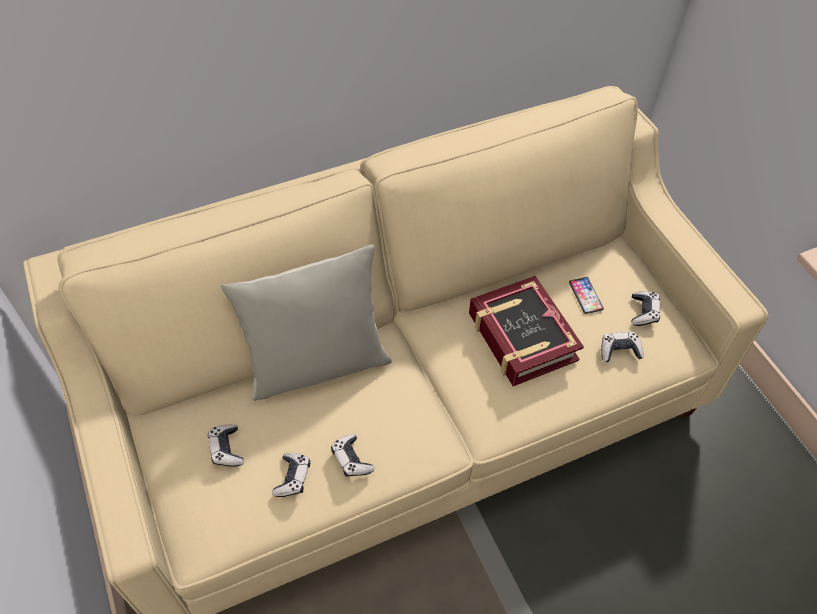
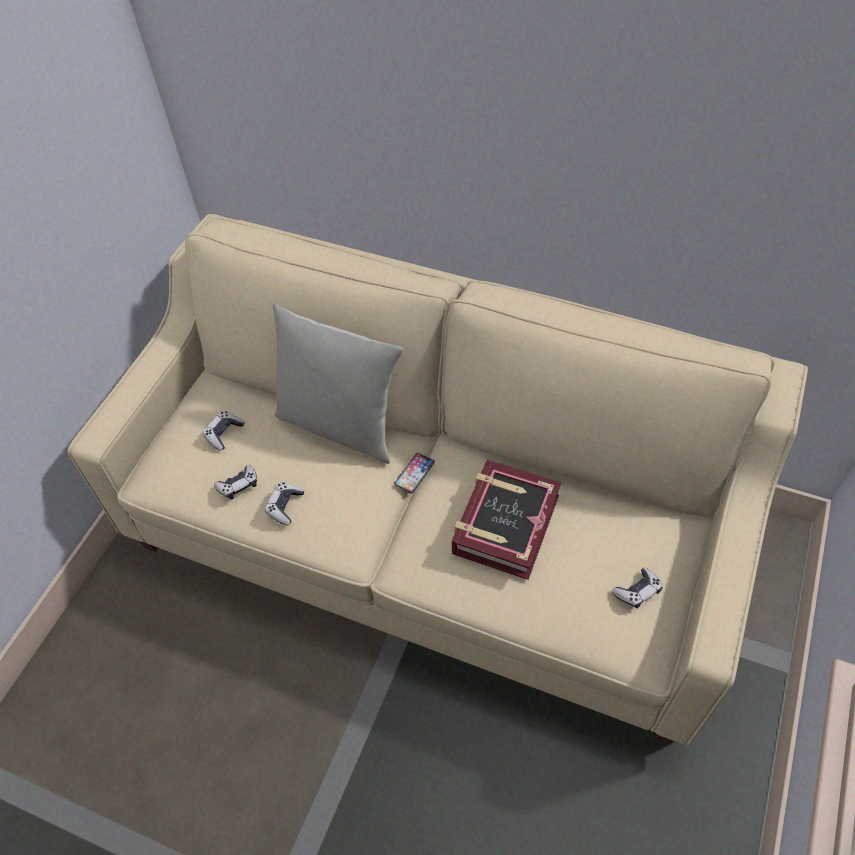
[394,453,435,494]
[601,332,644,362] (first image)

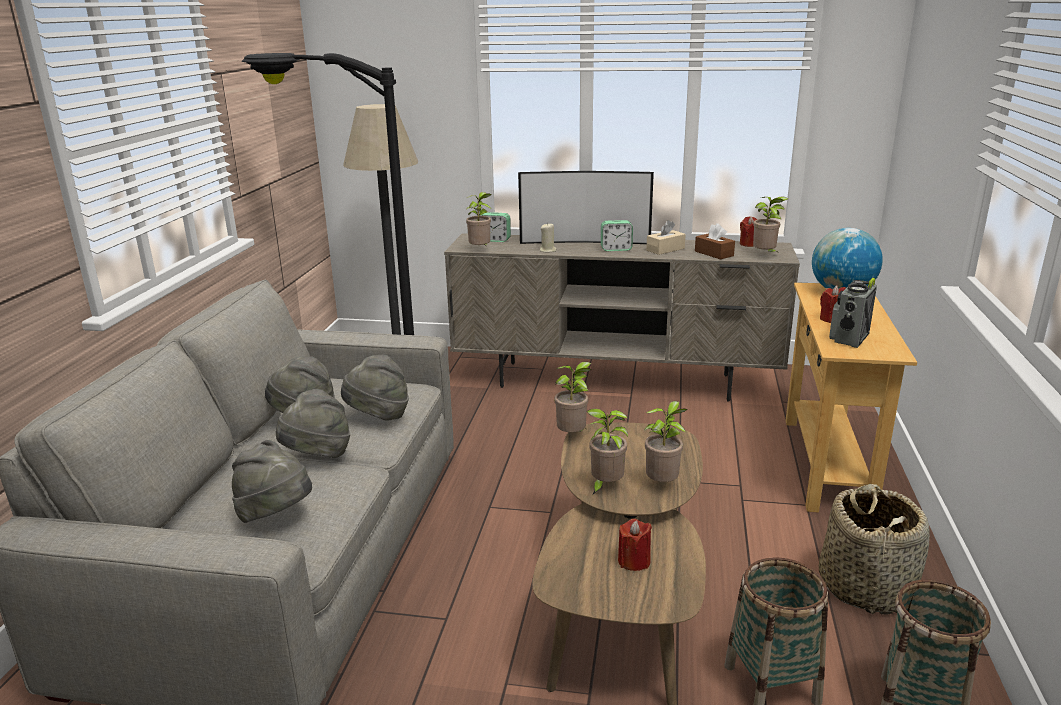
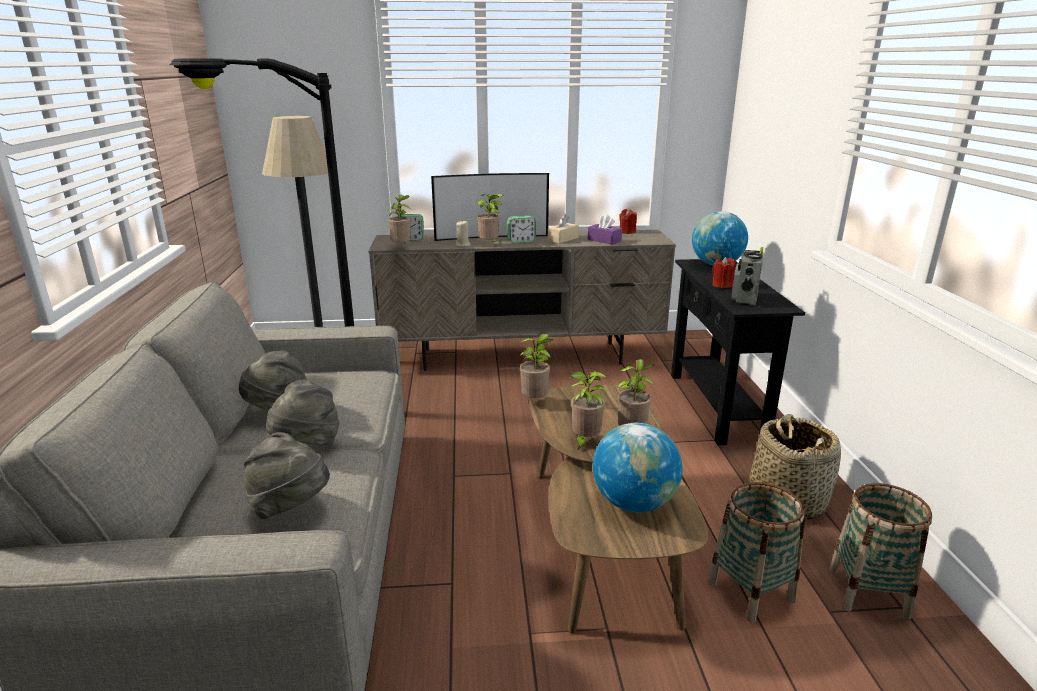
[341,355,409,421] (first image)
[593,423,683,512]
[588,214,622,245]
[477,194,504,242]
[671,259,805,445]

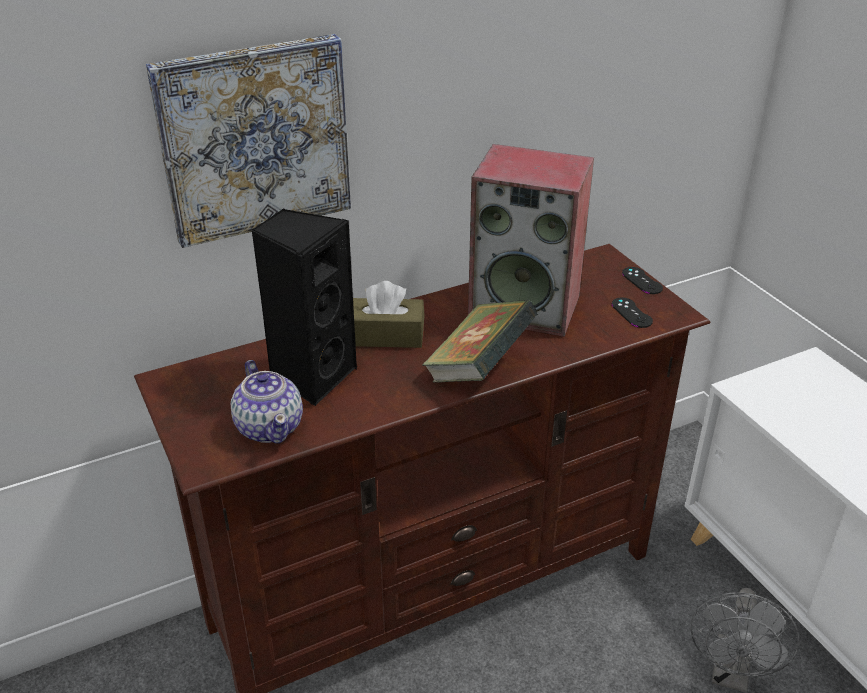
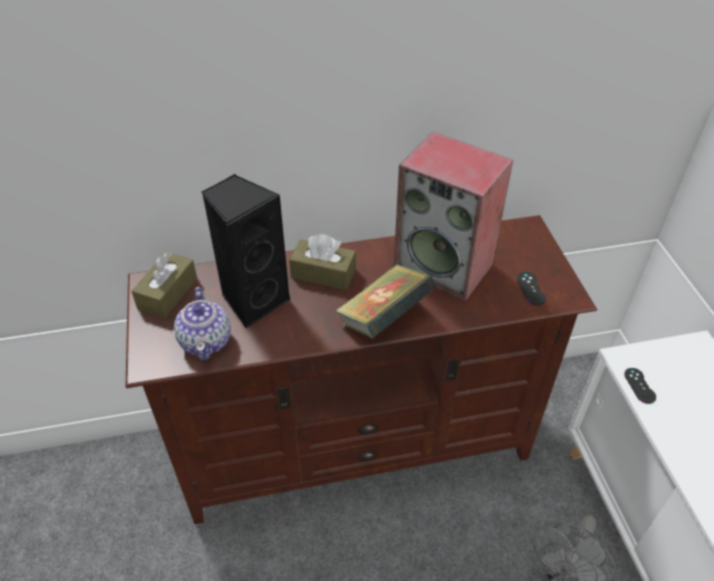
[146,34,351,248] (first image)
[624,368,656,404]
[131,252,197,318]

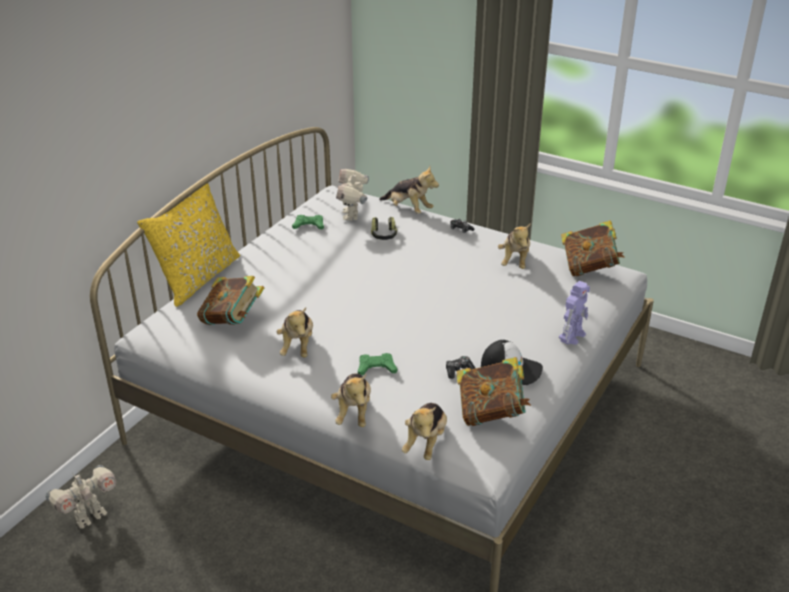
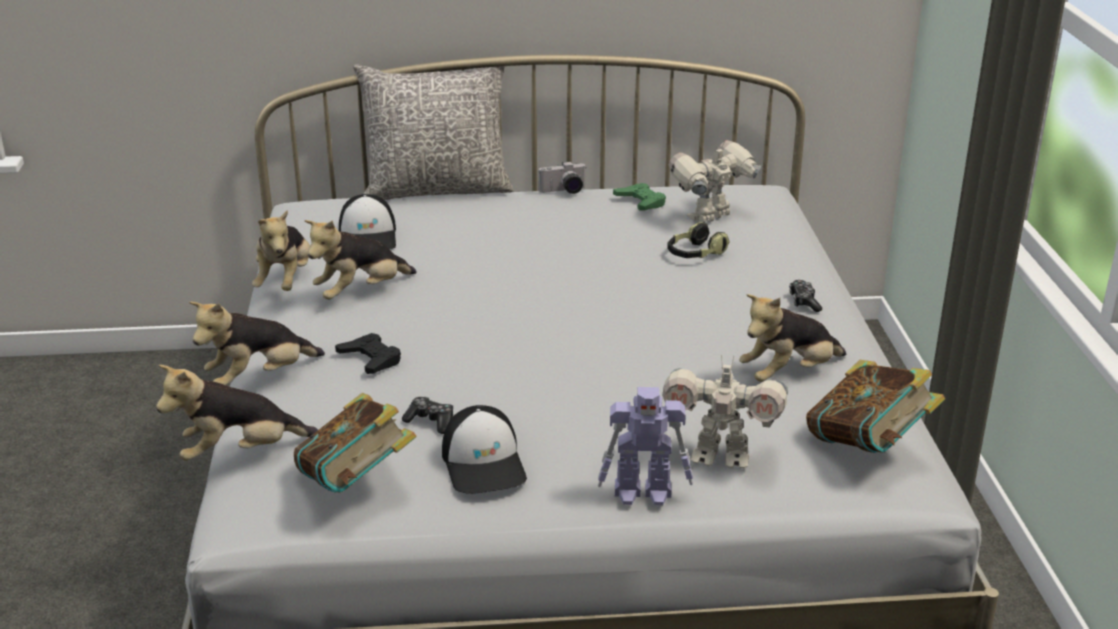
[663,355,788,468]
[353,64,514,200]
[339,194,396,249]
[335,333,401,374]
[252,210,310,291]
[539,161,587,194]

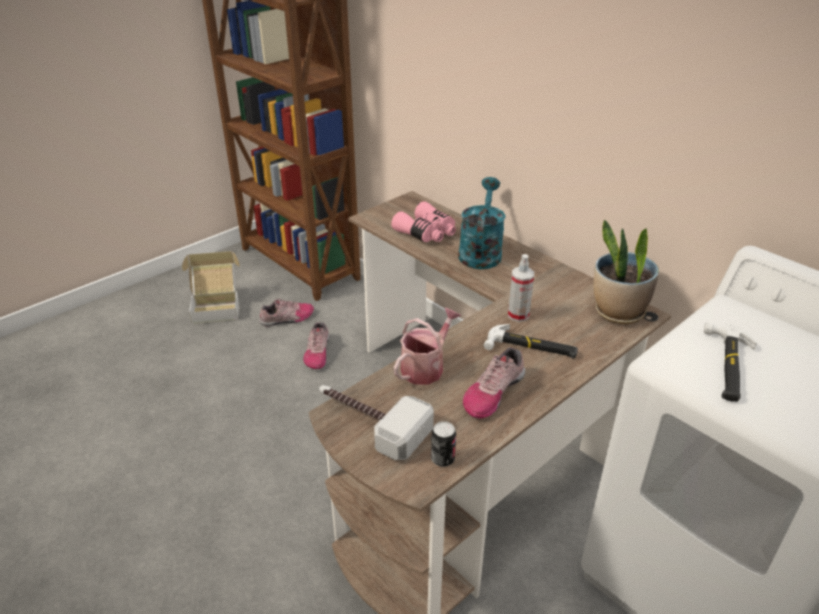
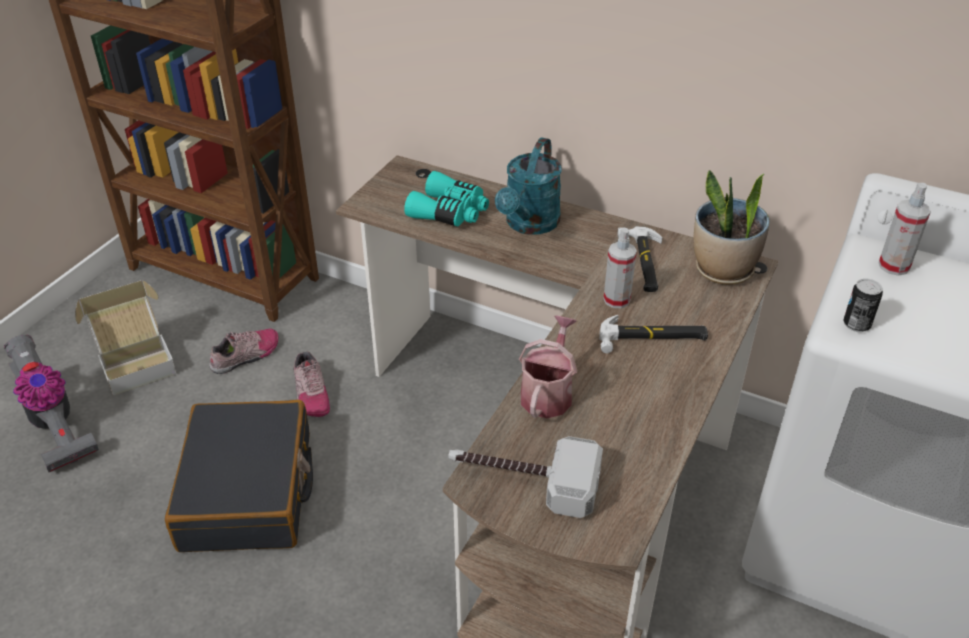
[404,171,489,227]
[843,279,883,332]
[495,137,562,235]
[463,347,525,419] (first image)
[618,226,662,292]
[4,335,99,472]
[165,400,313,552]
[878,183,931,276]

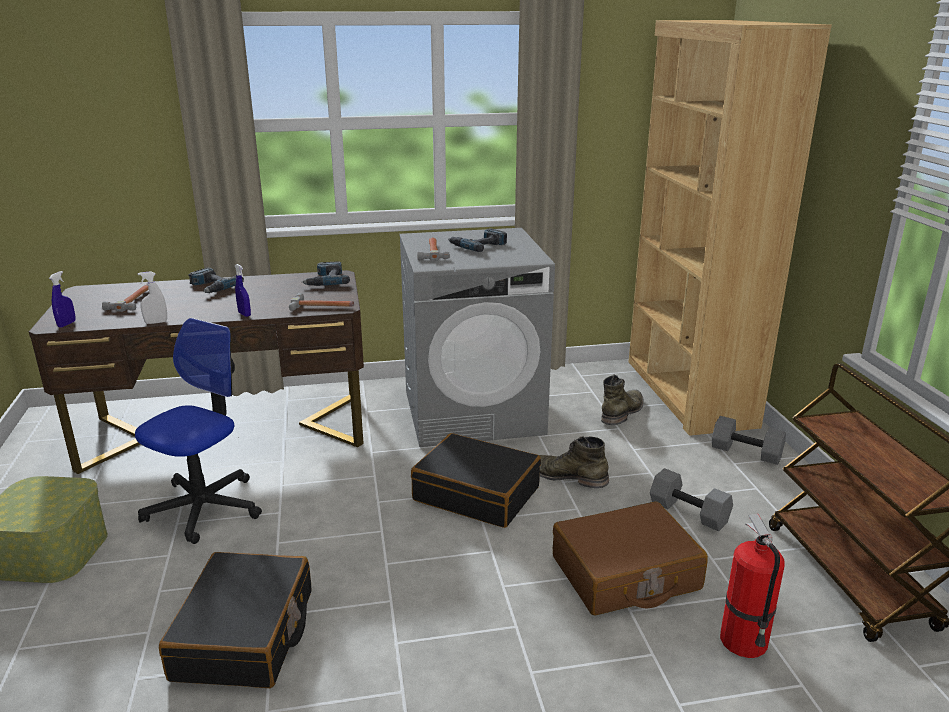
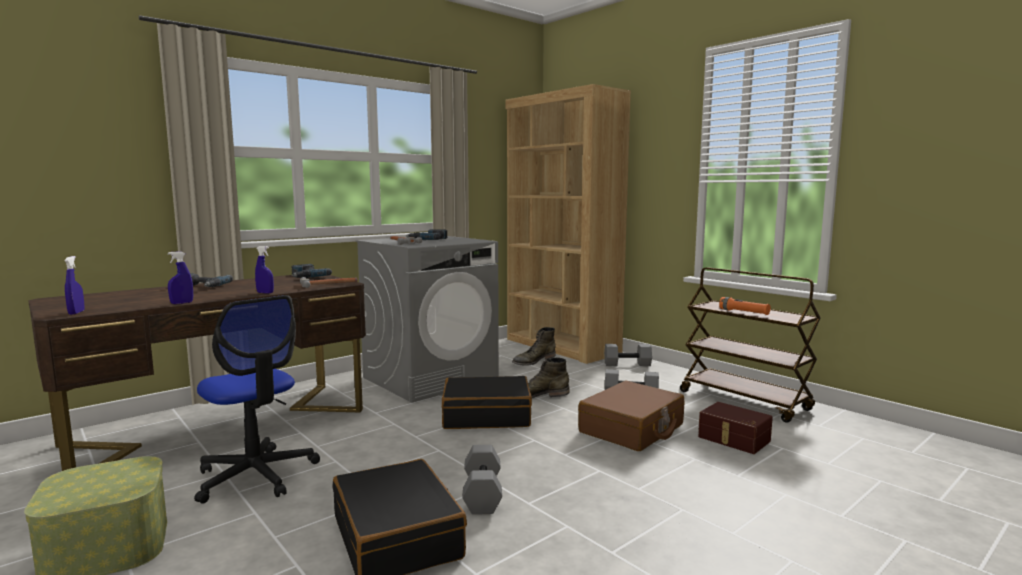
[102,285,149,312] (first image)
[194,295,320,504]
[168,251,193,304]
[512,327,556,366]
[698,402,773,454]
[462,445,502,514]
[719,297,771,315]

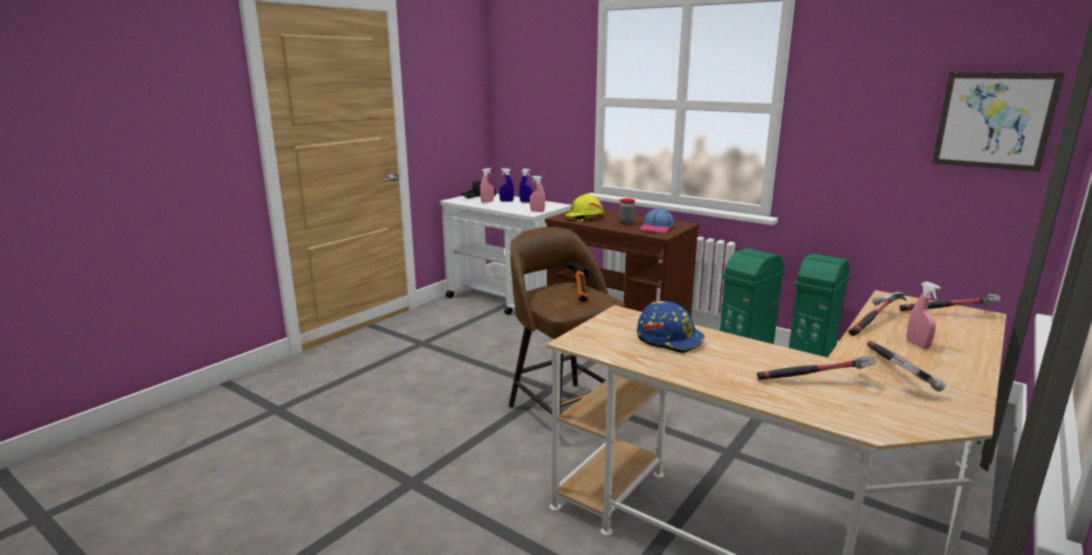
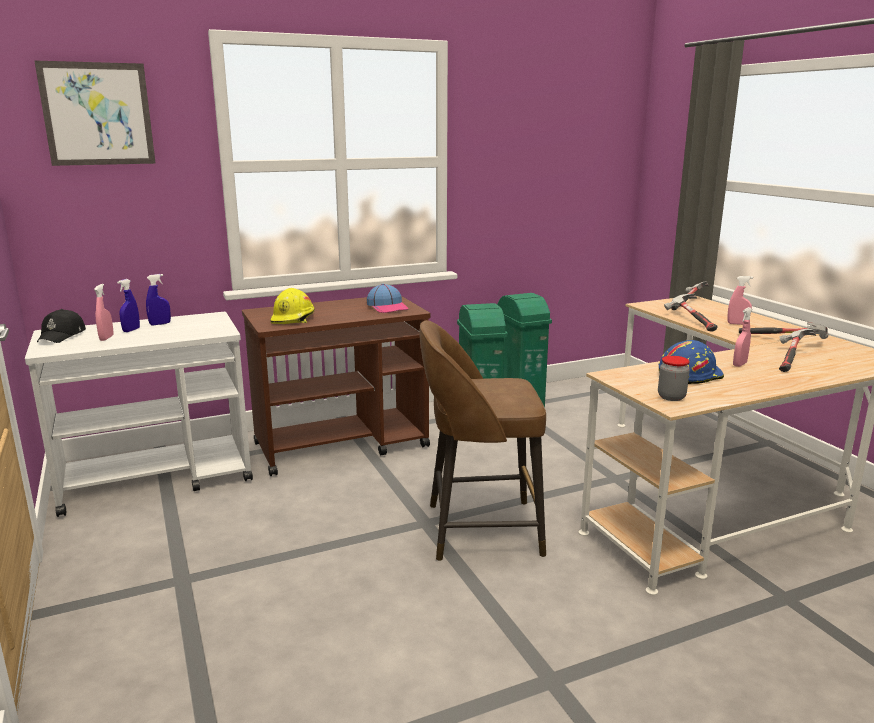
[733,307,752,367]
[566,261,595,302] (first image)
[658,356,690,401]
[34,60,156,166]

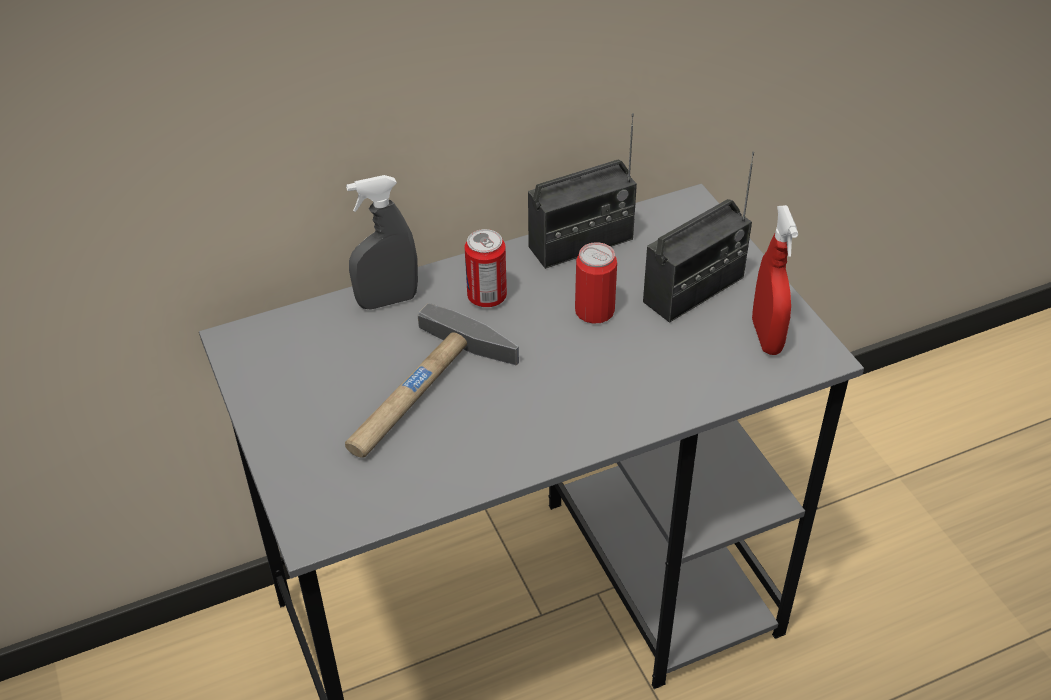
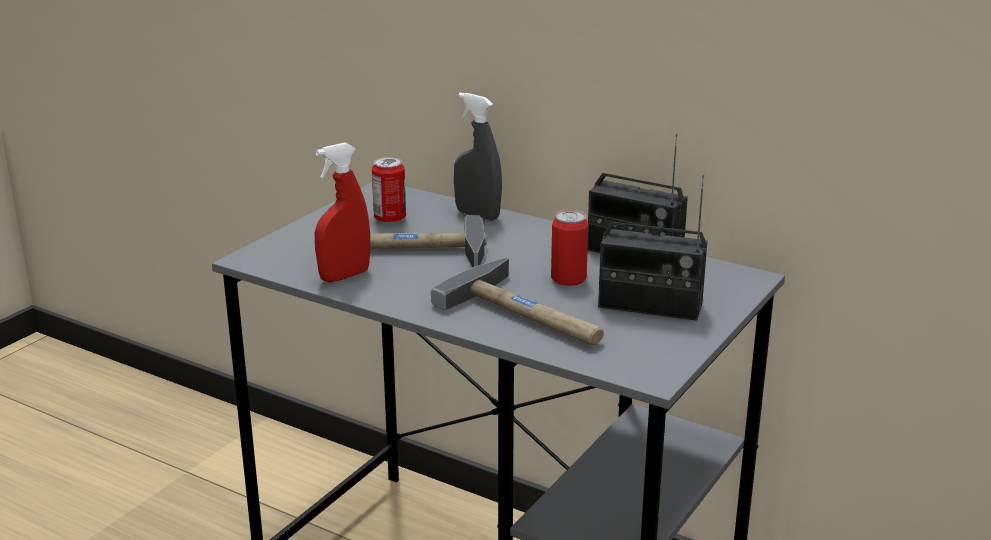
[372,157,406,224]
[315,142,370,282]
[431,257,604,345]

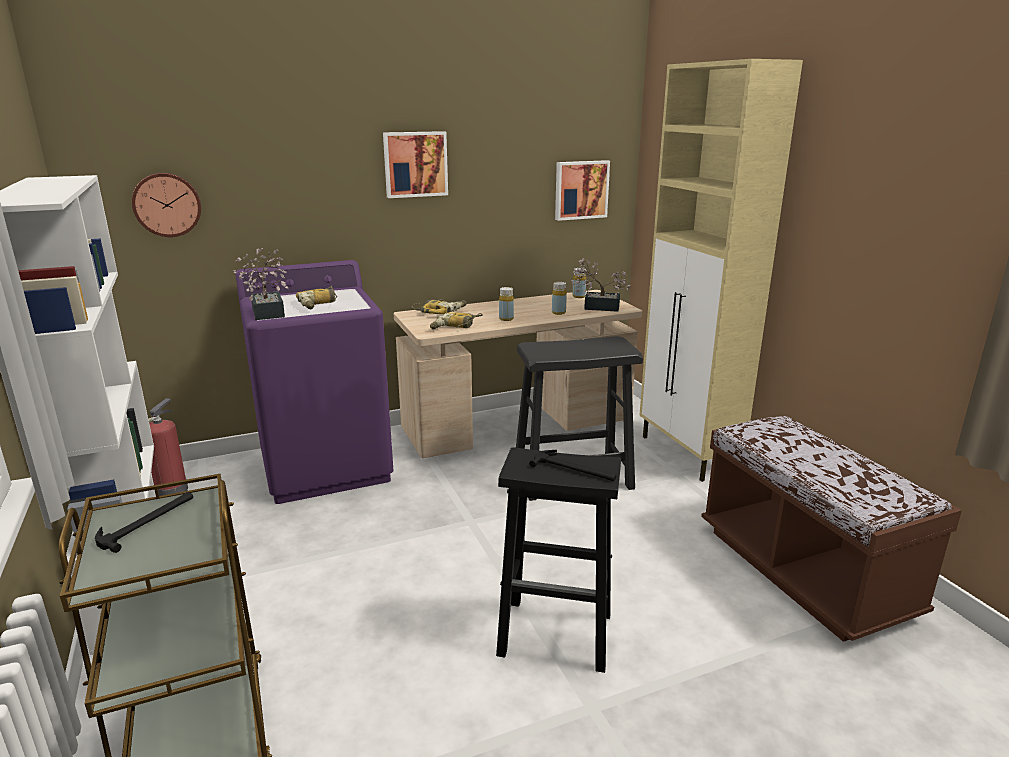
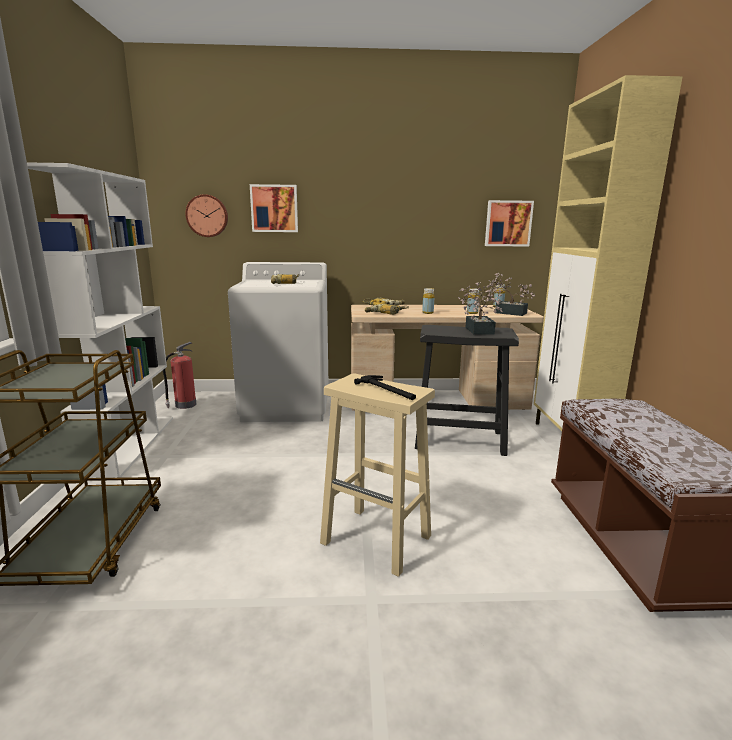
[95,492,193,553] (first image)
[458,282,503,334]
[228,262,328,422]
[250,184,298,232]
[320,373,435,577]

